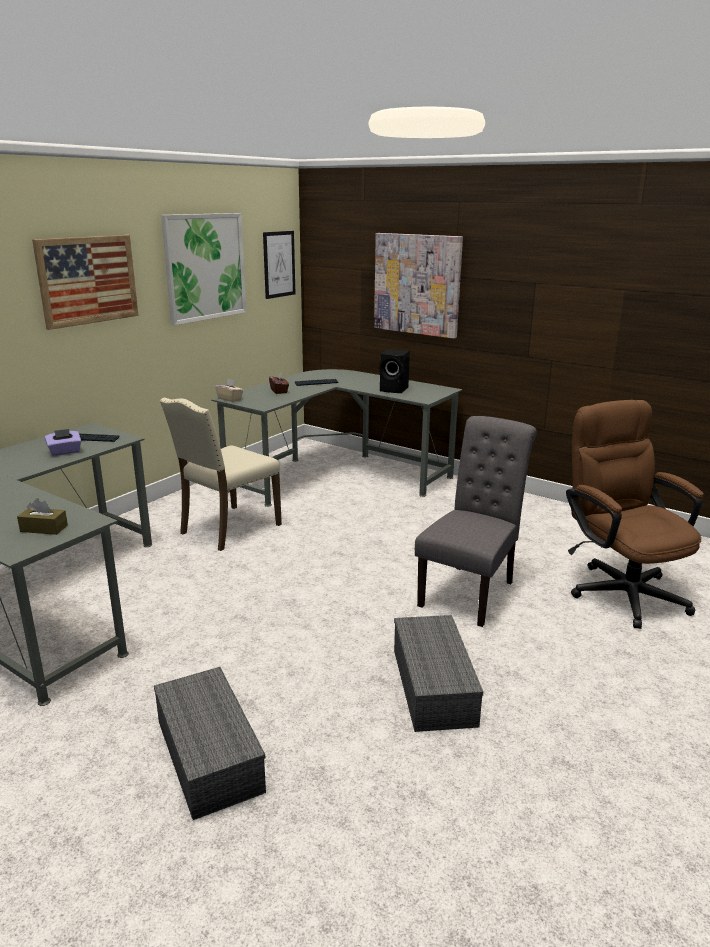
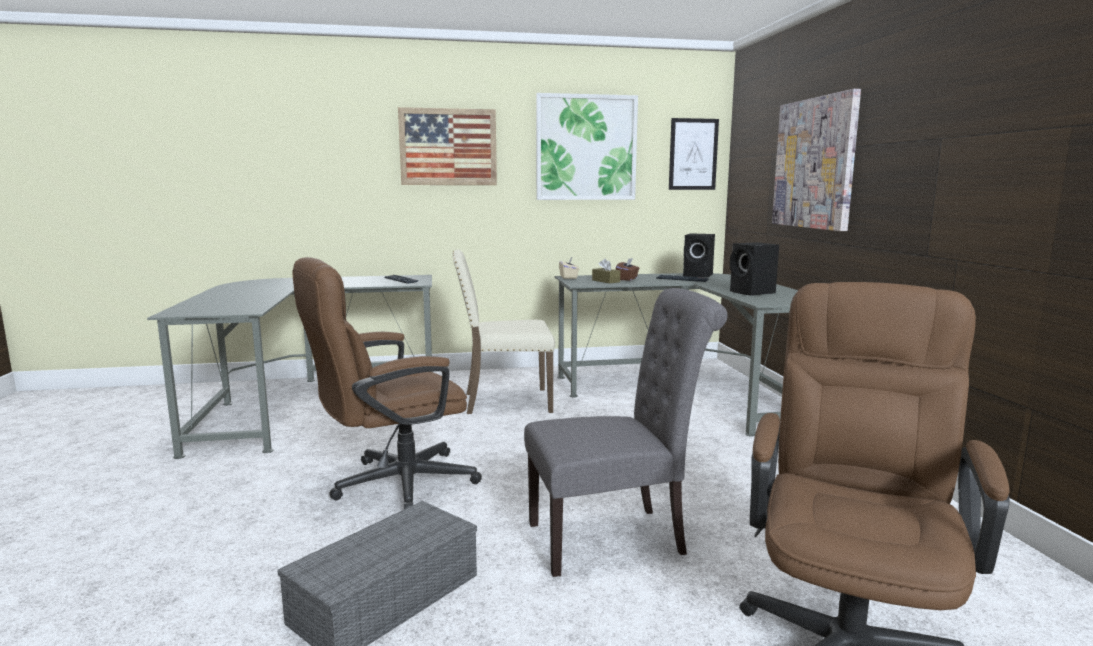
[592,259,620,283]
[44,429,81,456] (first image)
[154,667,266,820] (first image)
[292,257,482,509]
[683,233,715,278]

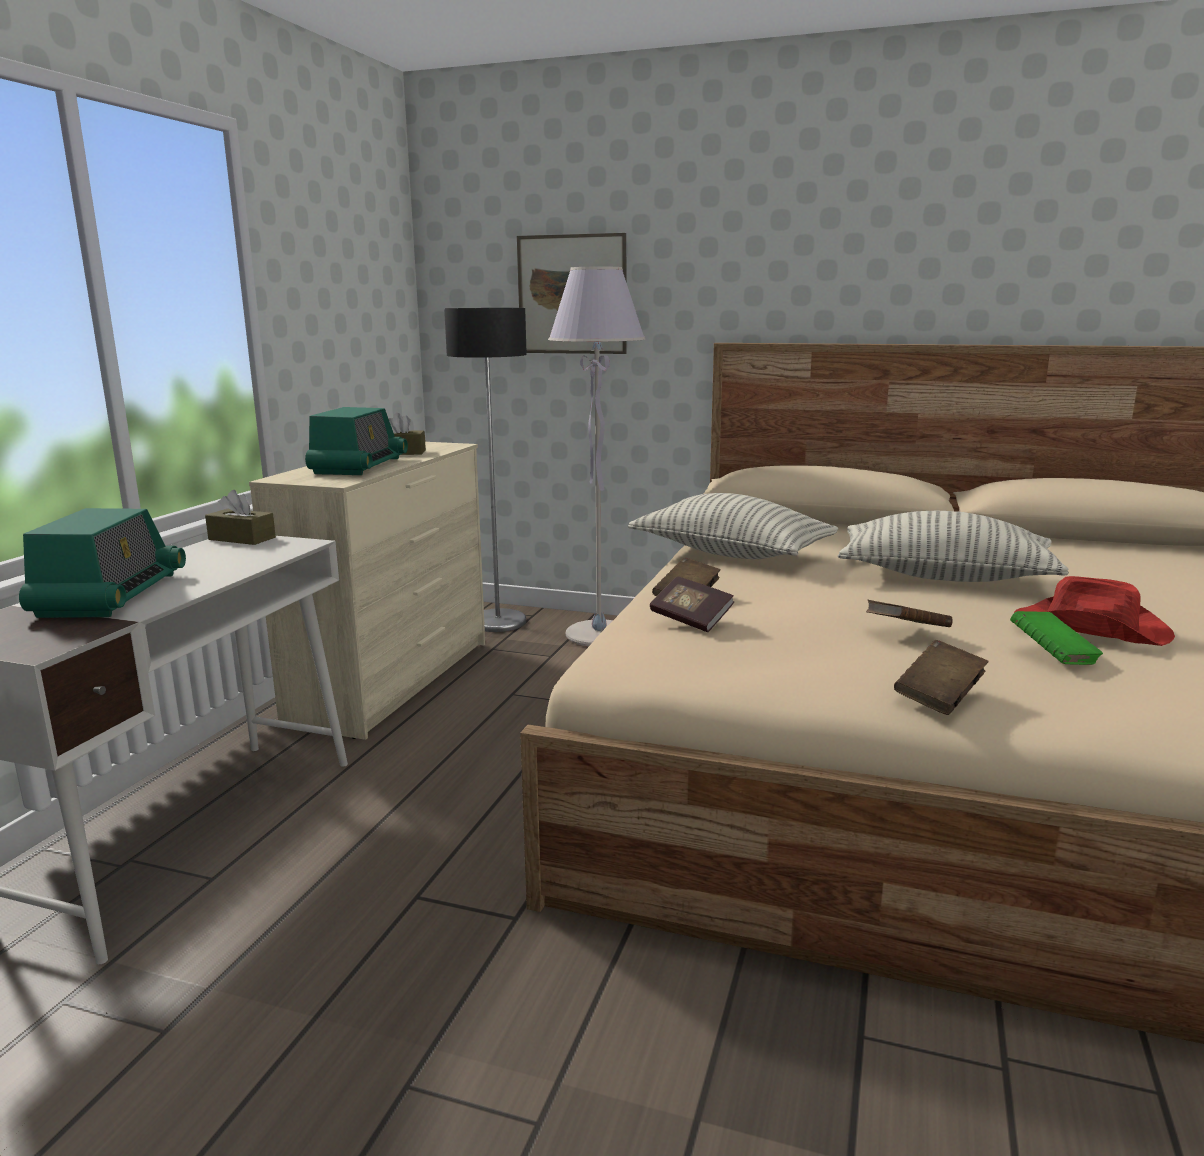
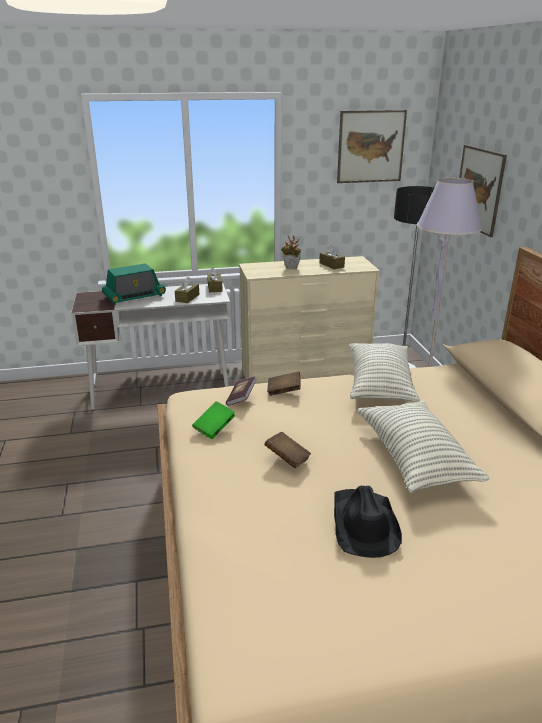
[281,235,301,269]
[894,640,989,715] (first image)
[192,401,235,439]
[334,486,402,558]
[175,277,199,303]
[337,110,407,183]

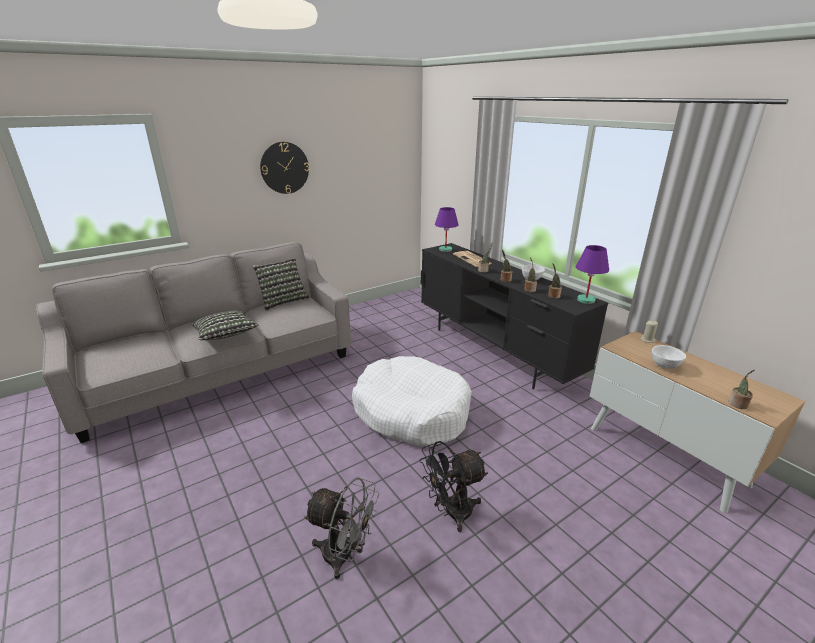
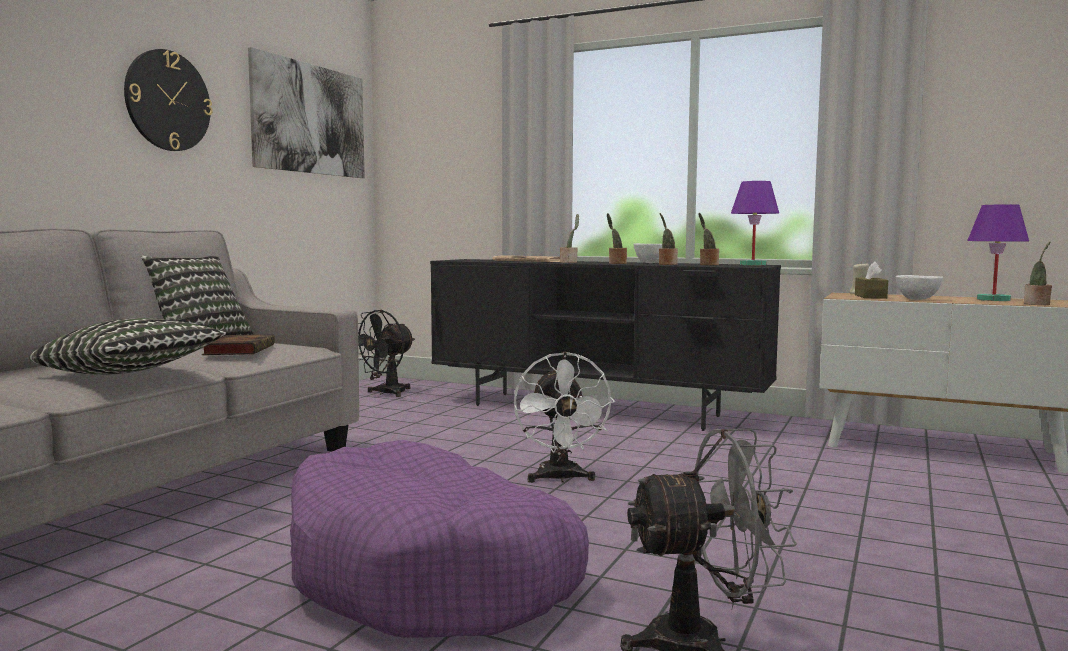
[514,352,615,483]
[358,310,415,397]
[967,204,1029,301]
[202,334,275,355]
[248,47,365,178]
[290,440,589,638]
[855,261,888,299]

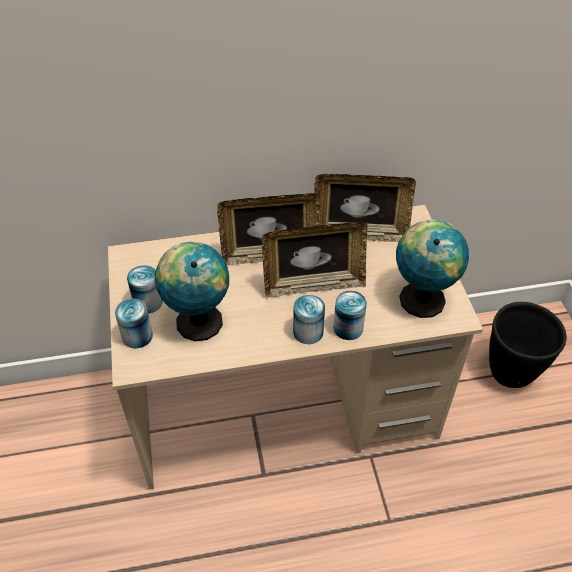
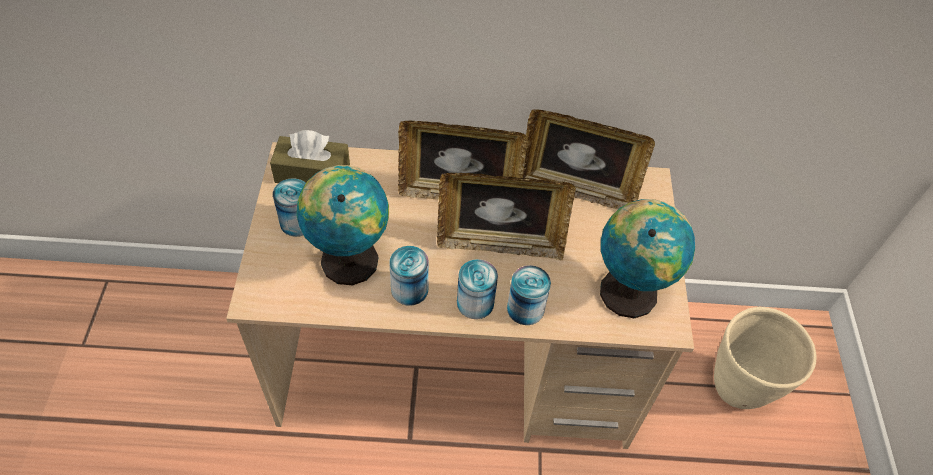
[389,246,429,306]
[714,307,817,409]
[270,130,350,183]

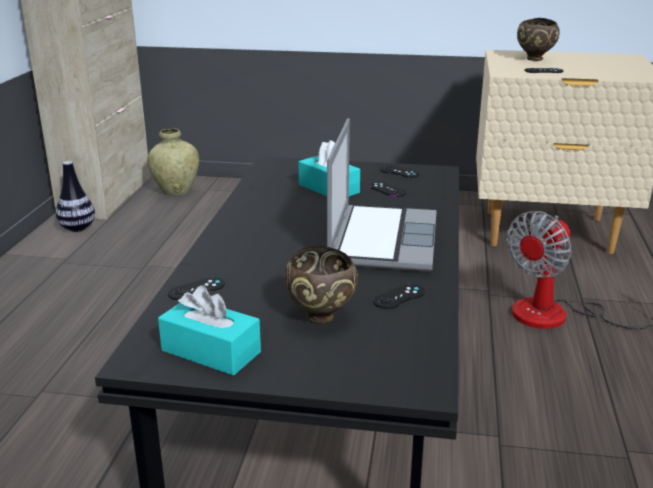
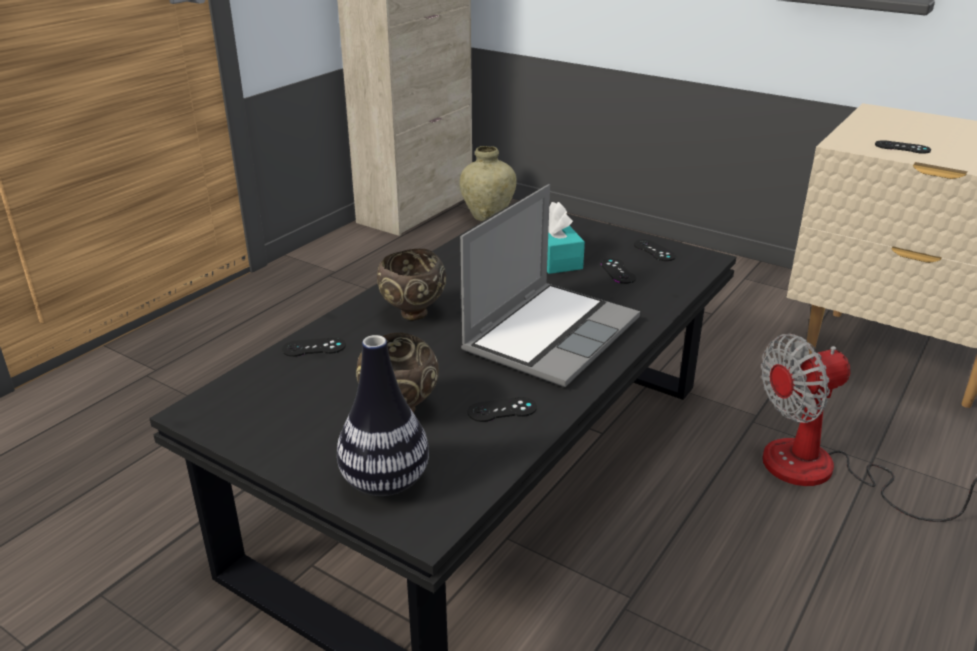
[337,335,429,496]
[158,285,261,376] (first image)
[377,249,446,320]

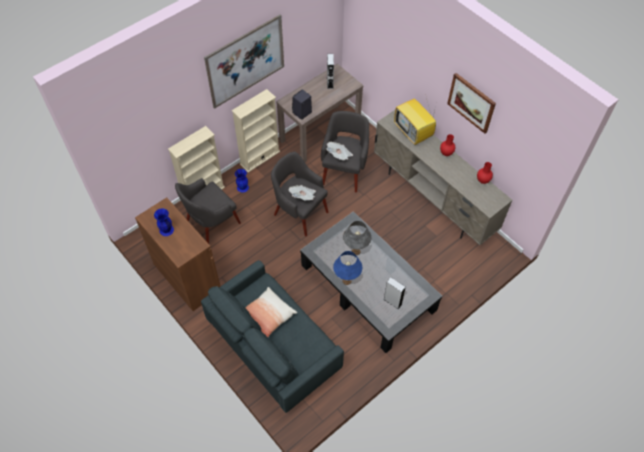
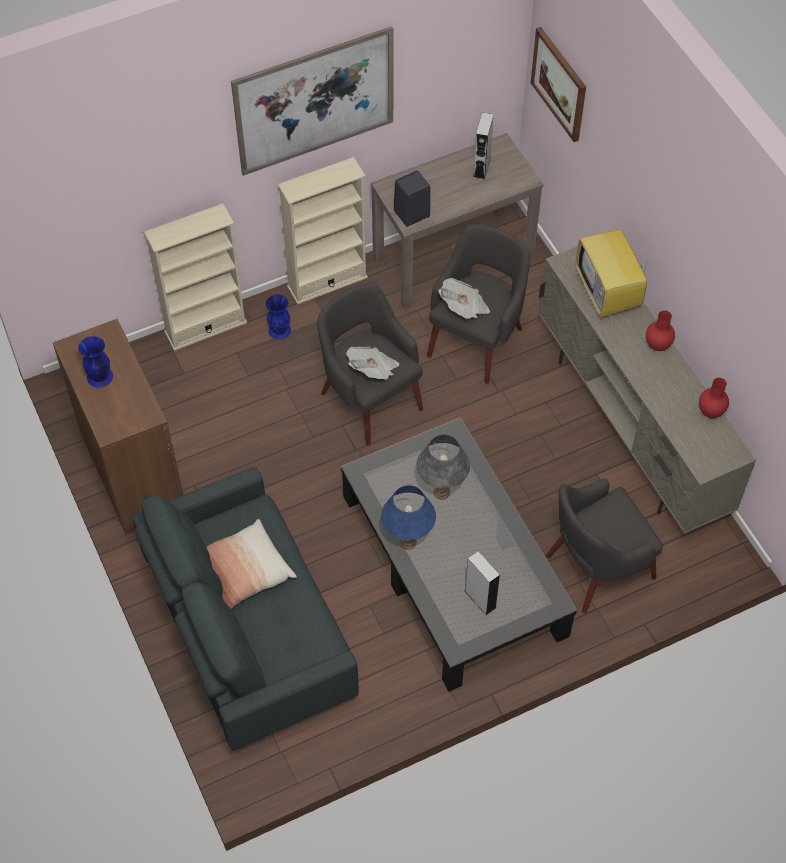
[546,479,663,613]
[531,27,586,142]

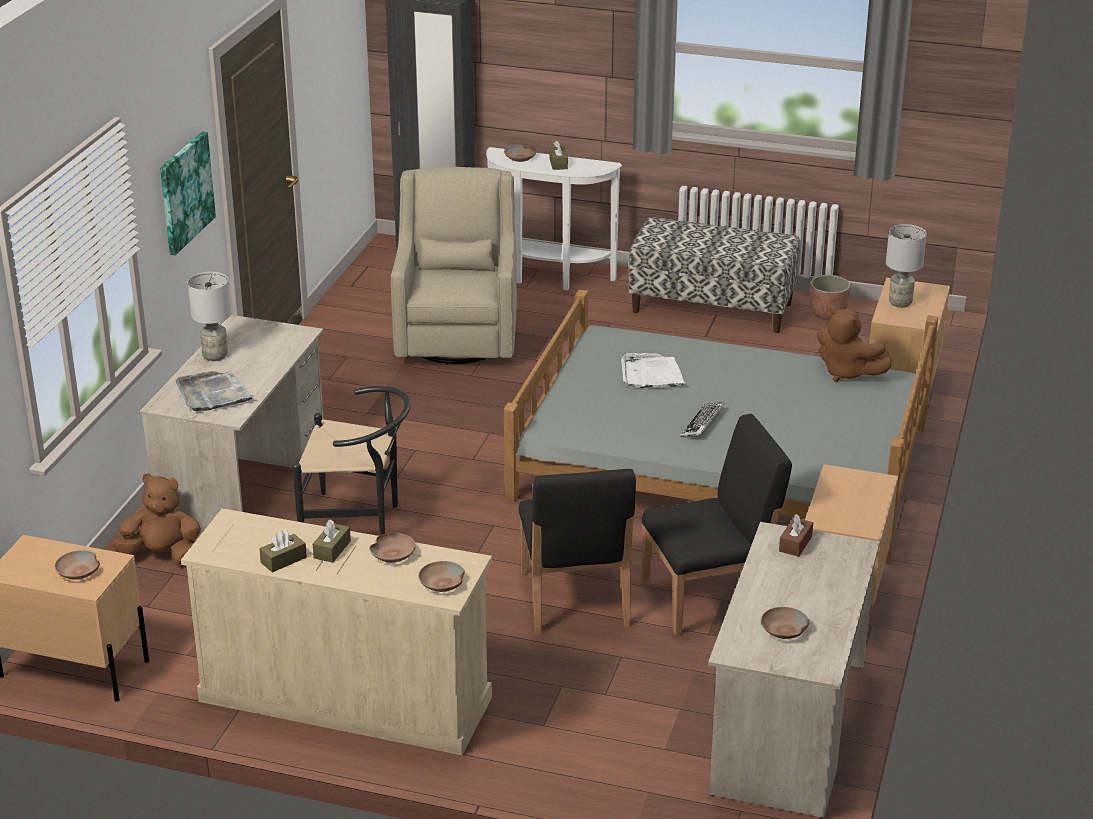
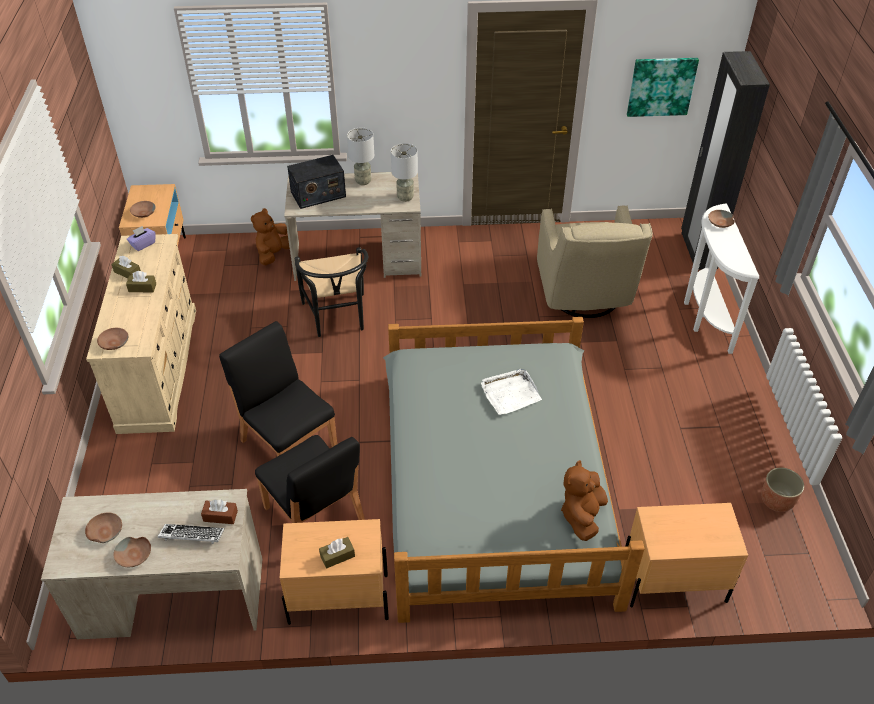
[251,208,290,265]
[627,58,699,117]
[287,155,346,209]
[113,537,151,567]
[537,205,653,318]
[219,321,337,457]
[319,537,355,569]
[629,217,800,333] (first image)
[158,524,224,544]
[391,143,418,202]
[127,226,155,251]

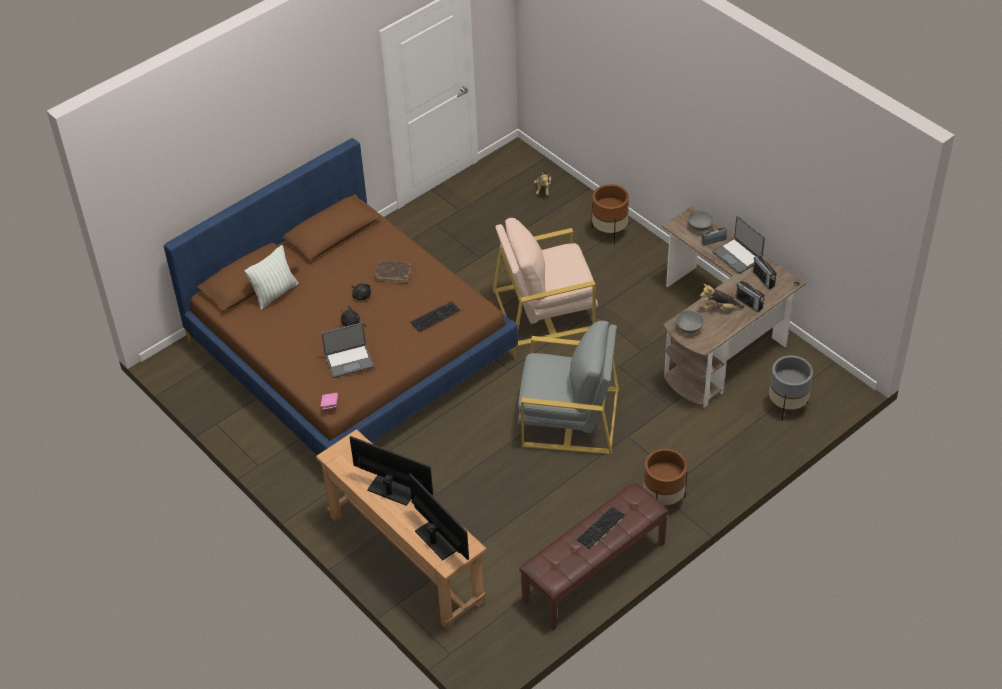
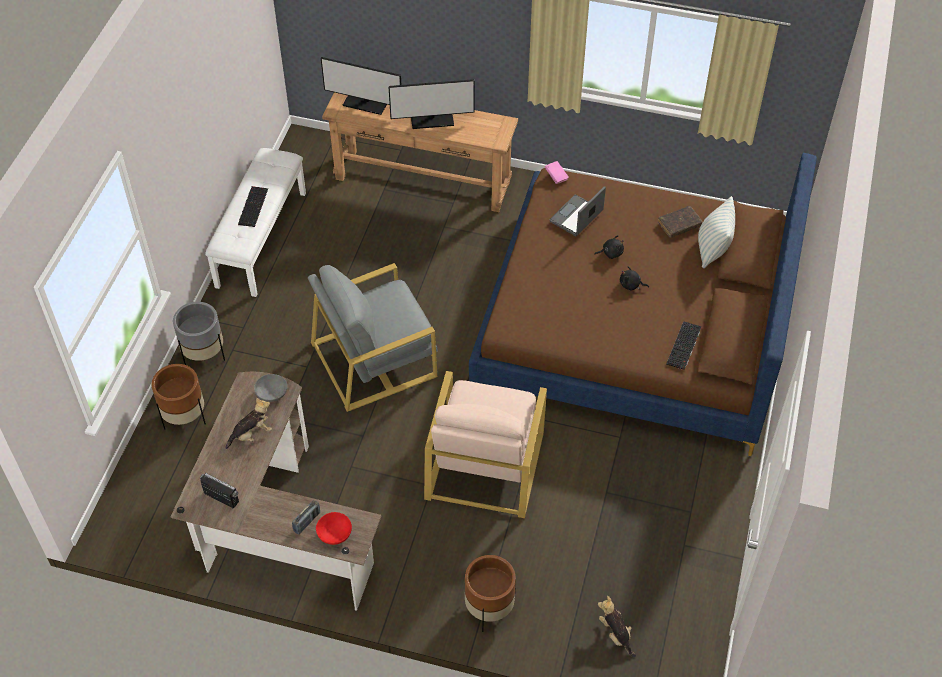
[658,206,703,238]
[666,321,701,370]
[424,371,547,518]
[205,148,306,297]
[152,364,206,430]
[316,512,352,545]
[712,216,765,274] (first image)
[736,277,765,312] (first image)
[173,302,225,365]

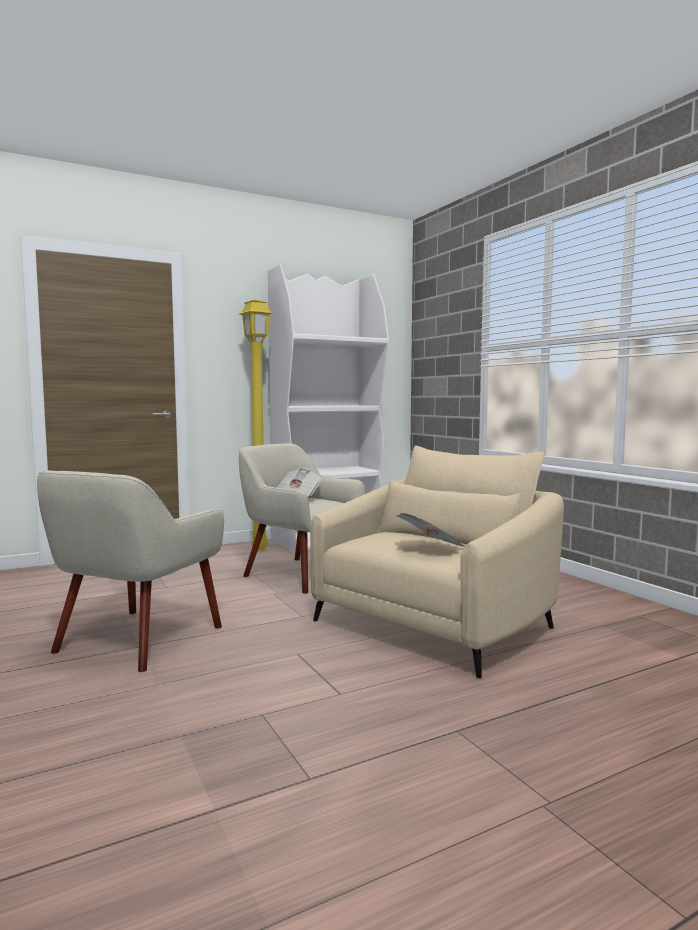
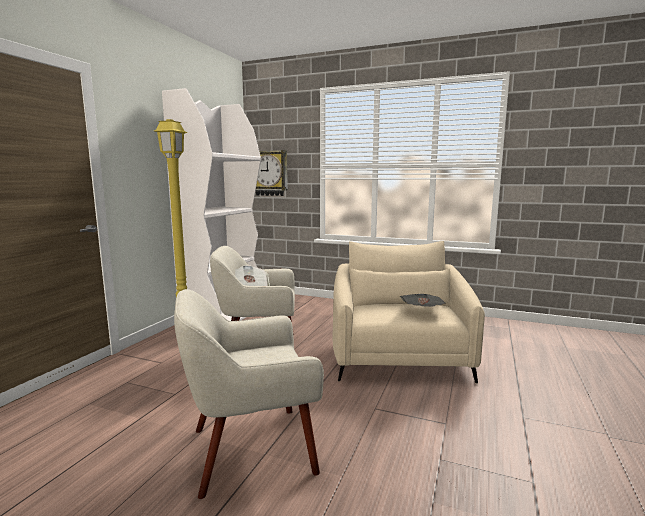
[174,289,324,499]
[255,150,288,196]

